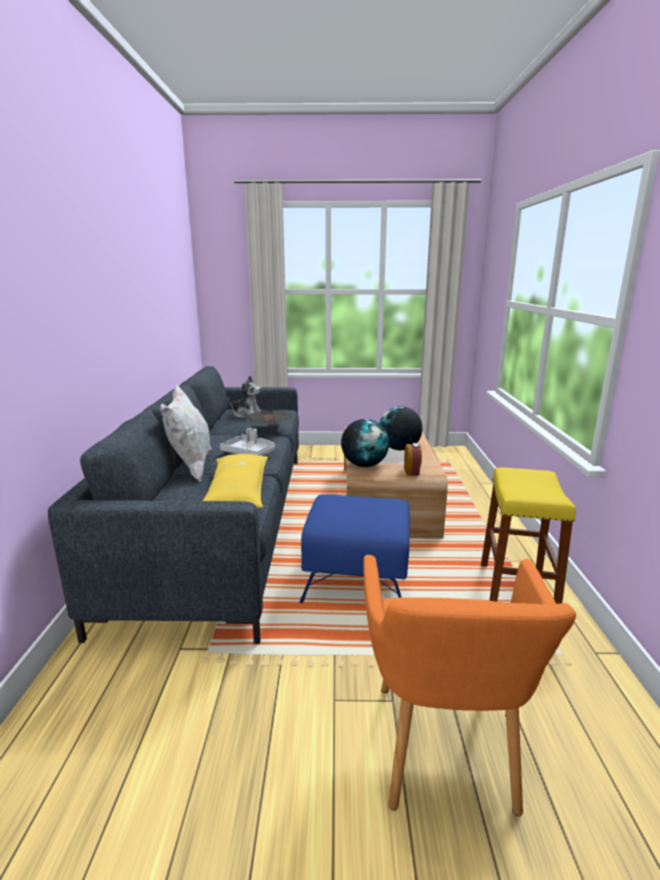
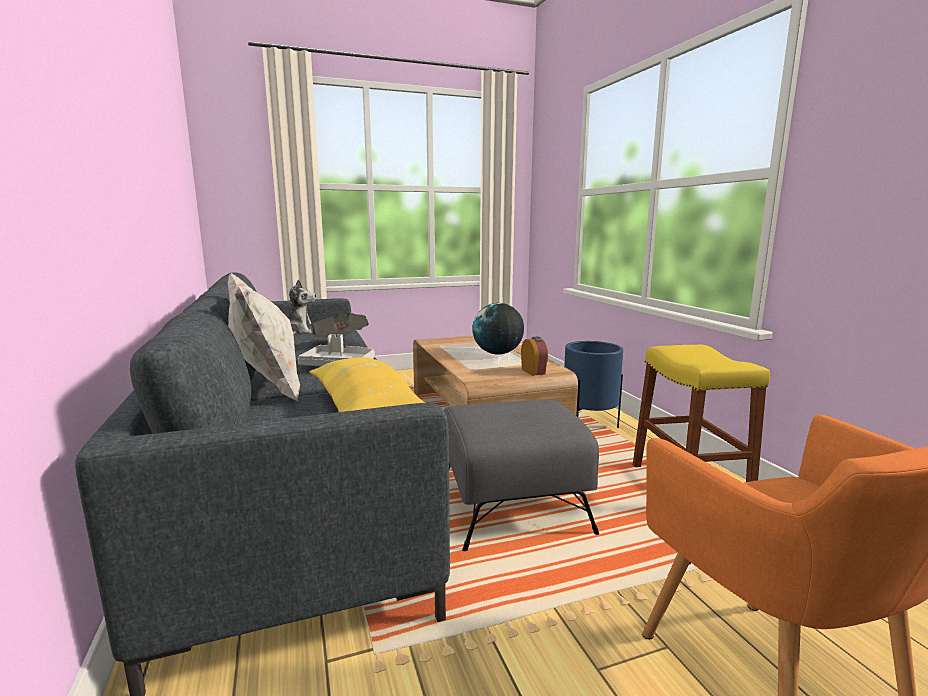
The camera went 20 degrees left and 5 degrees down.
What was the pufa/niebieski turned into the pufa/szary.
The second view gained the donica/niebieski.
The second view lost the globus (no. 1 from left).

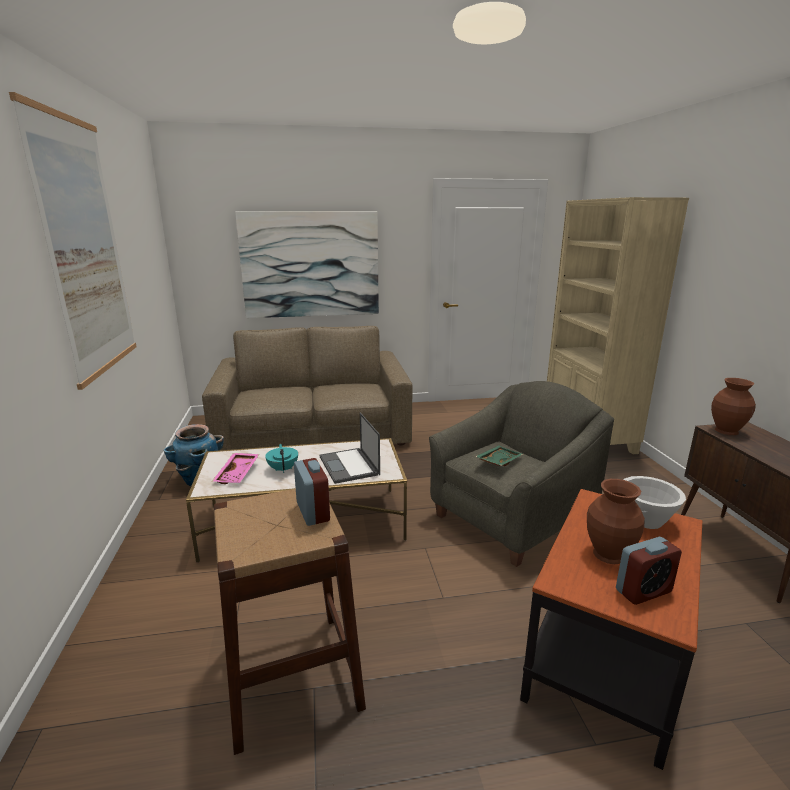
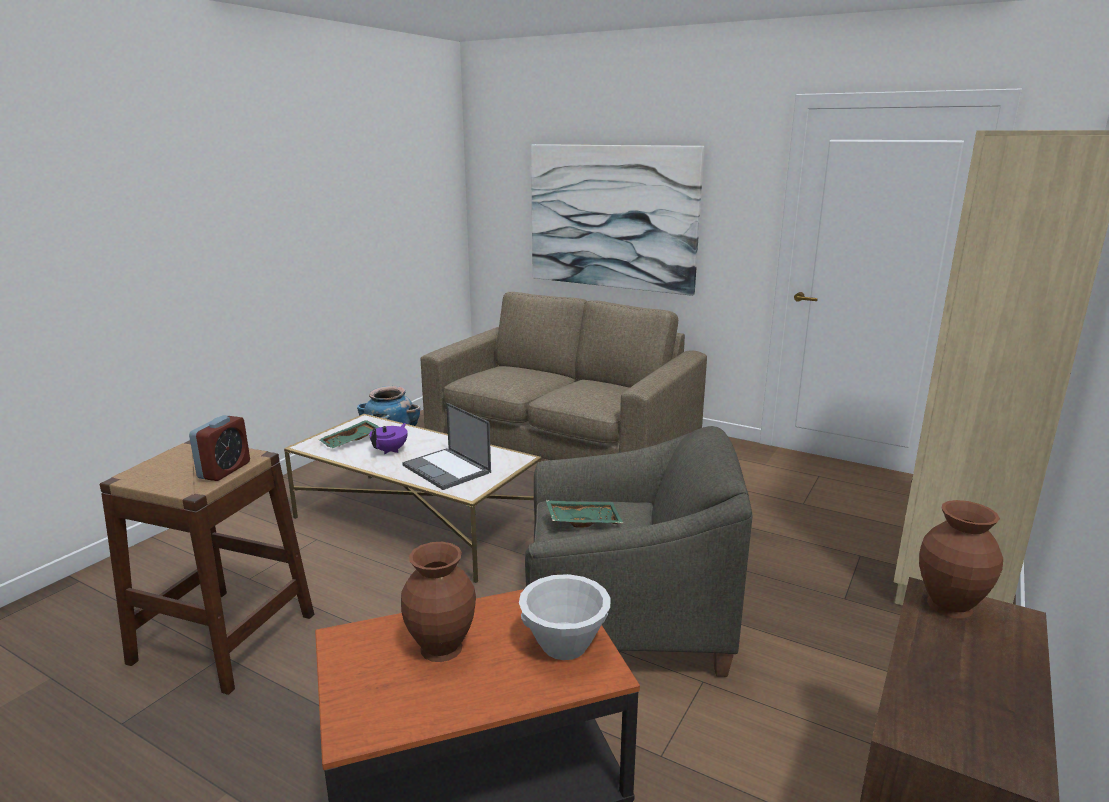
The camera went 40 degrees right and 0 degrees up.
What was the taca/różowy turned into the taca/zielony (no. 1 from left).
What was the imbryk/turkusowy turned into the imbryk/fioletowy.
The laptop ended up facing another way, 60 degrees counterclockwise from before.
The second view lost the obraz (no. 1 from left).
The second view lost the budzik (no. 2 from left).

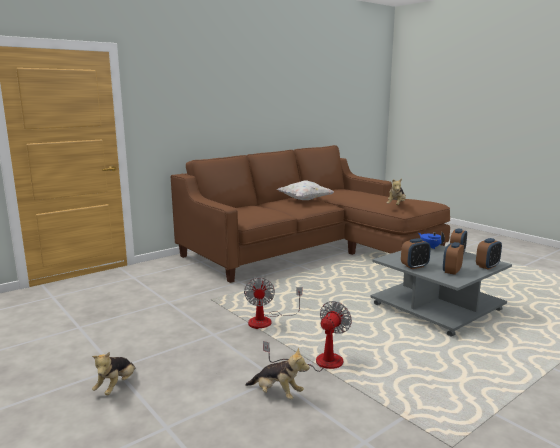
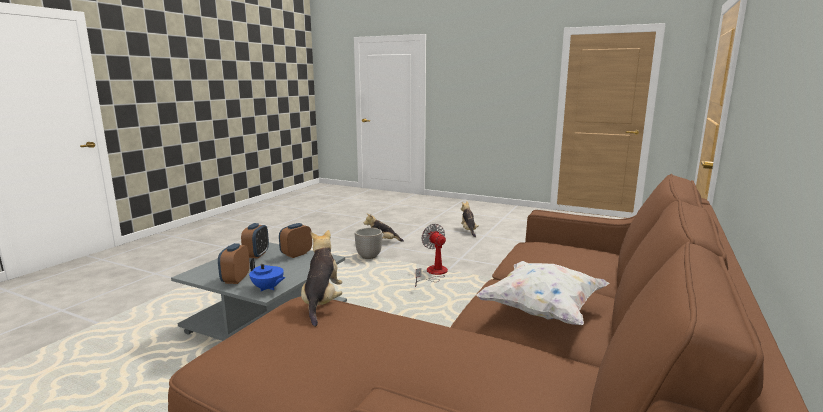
The camera went 155 degrees right and 0 degrees up.
Where the wentylator (no. 2 from left) stood, the donica came to stand.
The second view lost the budzik (no. 4 from left).

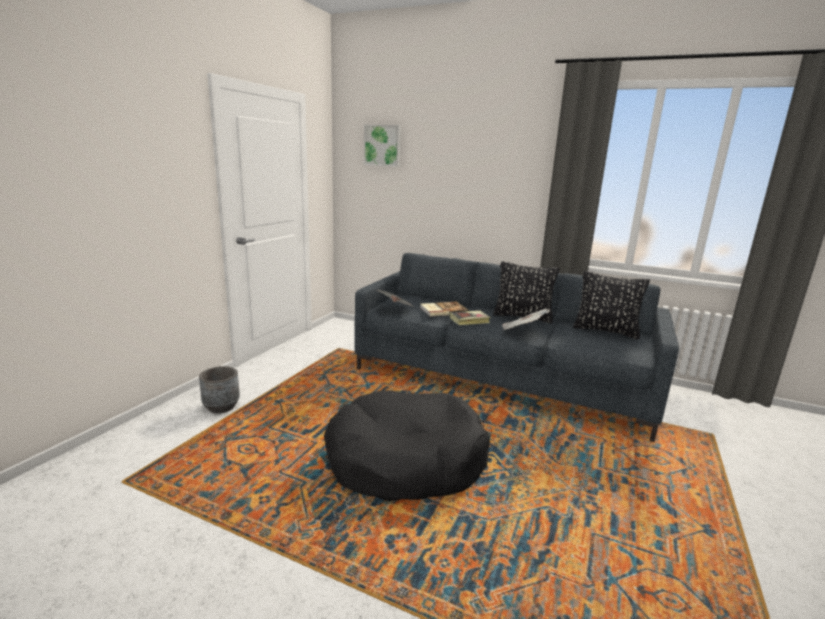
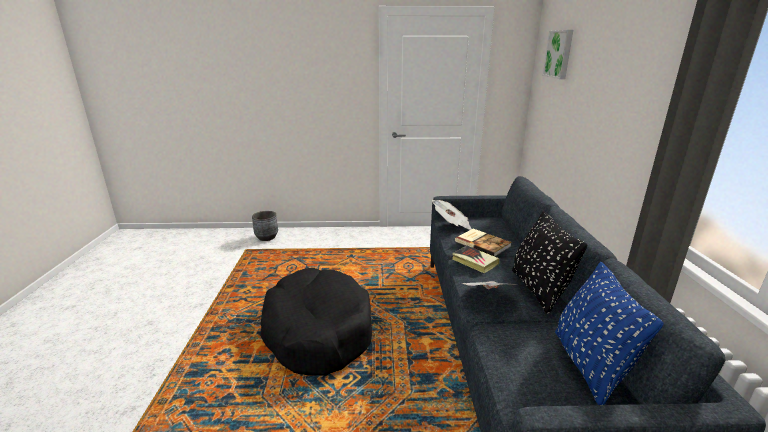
The camera went 65 degrees right and 5 degrees up.
The donica/szary ended up elsewhere.
What was the poduszka/czarny (no. 2 from left) turned into the poduszka/niebieski.

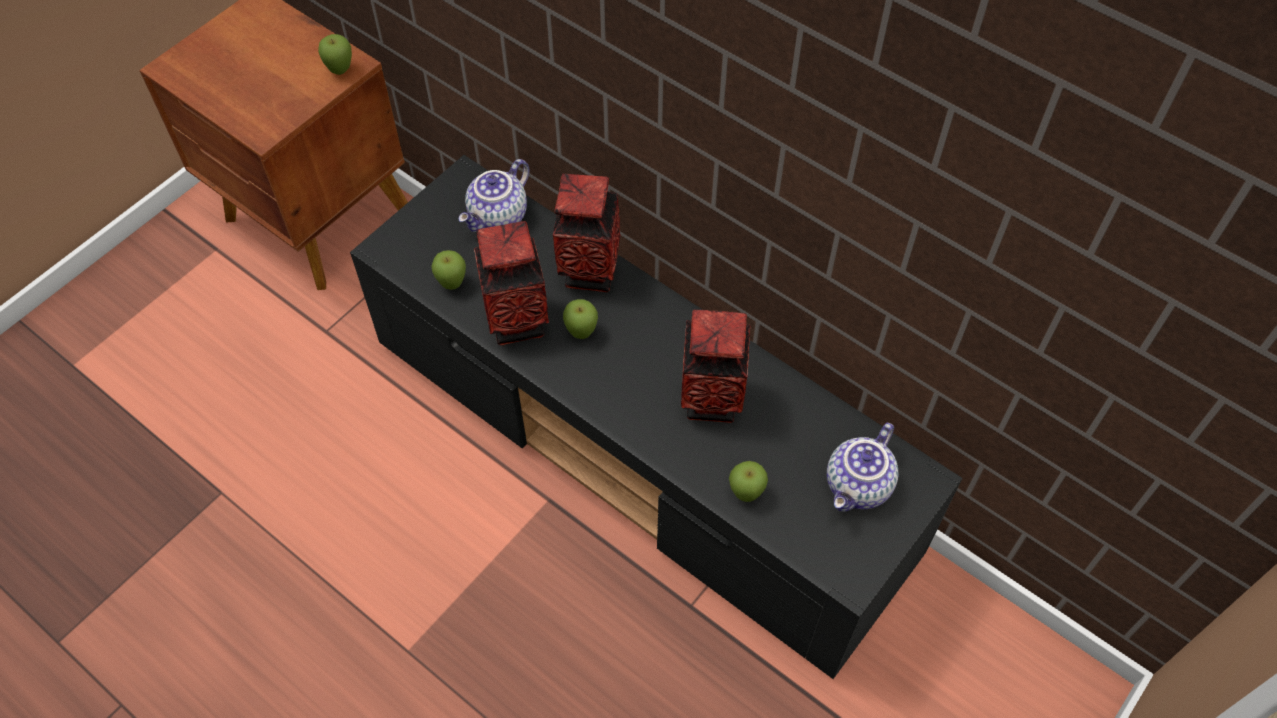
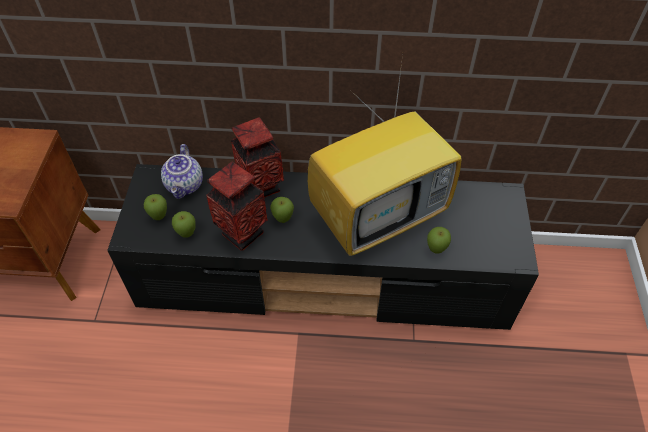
The camera went 35 degrees left and 5 degrees down.
The jabłko (no. 1 from left) ended up elsewhere.
Where the wazon (no. 3 from left) stood, the telewizor came to stand.
The second view lost the imbryk (no. 2 from left).

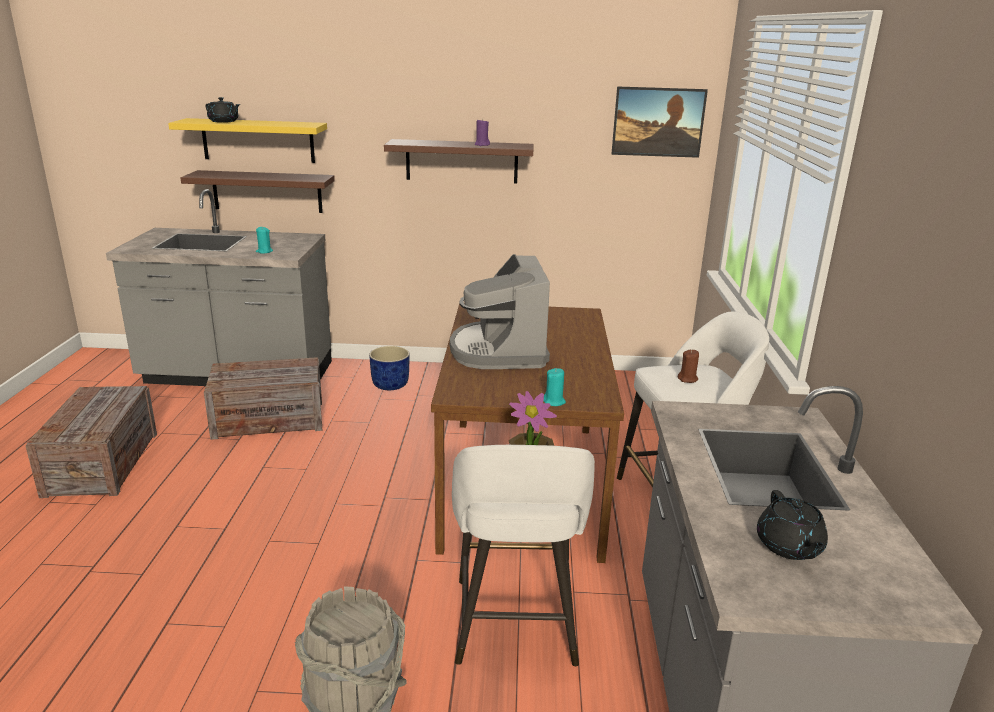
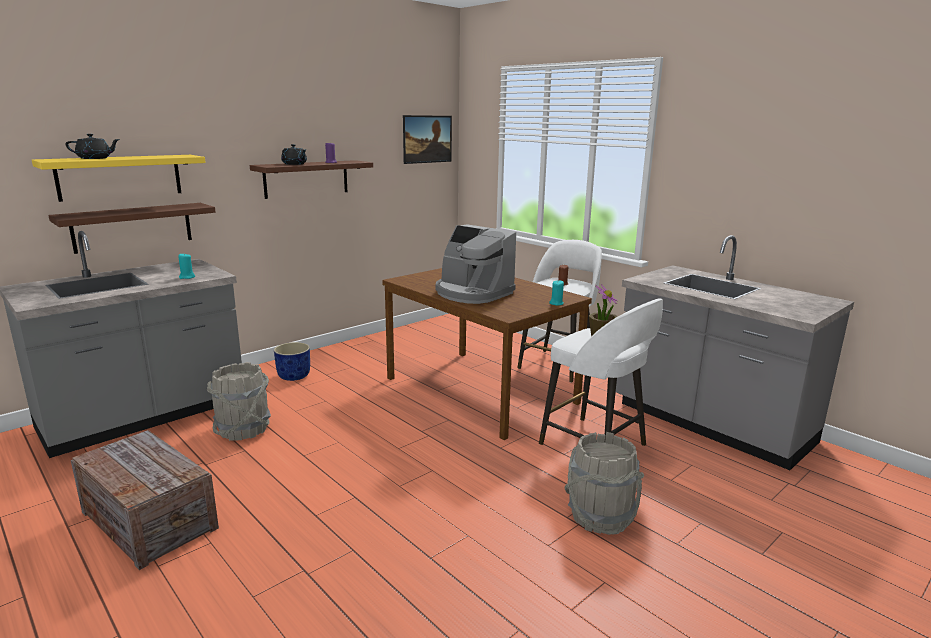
The camera went 45 degrees left and 5 degrees down.
Where the skrzynka (no. 2 from left) stood, the wiadro/szary (no. 1 from left) came to stand.
The imbryk/czarny (no. 2 from left) ended up elsewhere.

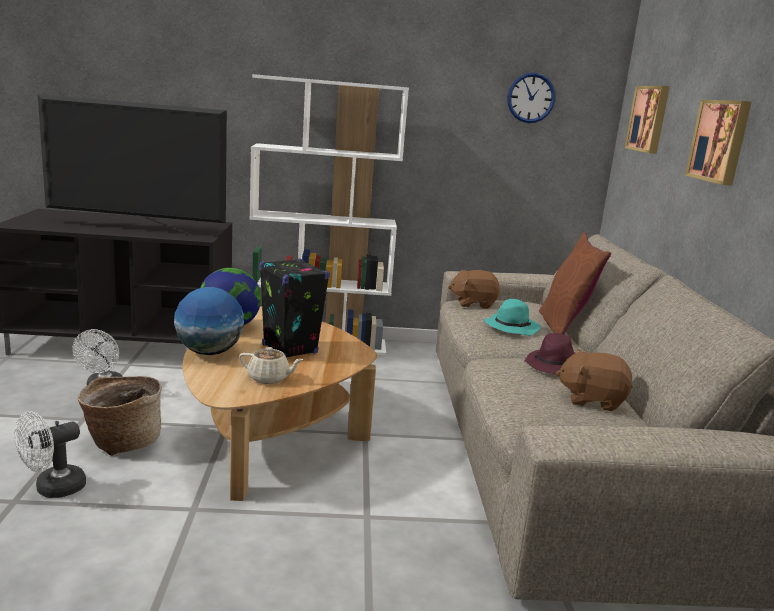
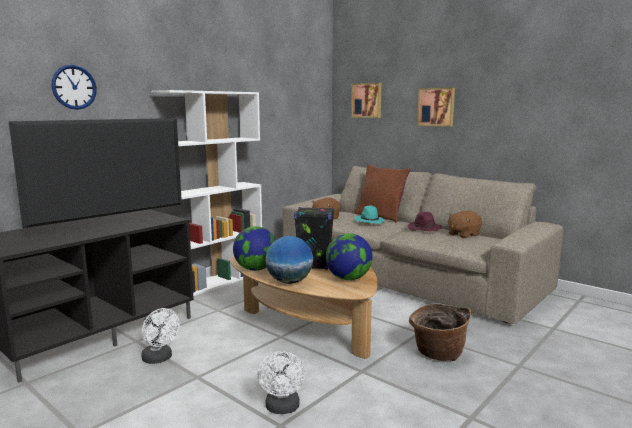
The camera went 45 degrees left and 5 degrees down.
The zegar ścienny ended up elsewhere.
Where the imbryk/beżowy stood, the globus (no. 3 from left) came to stand.
The koszyk ended up elsewhere.

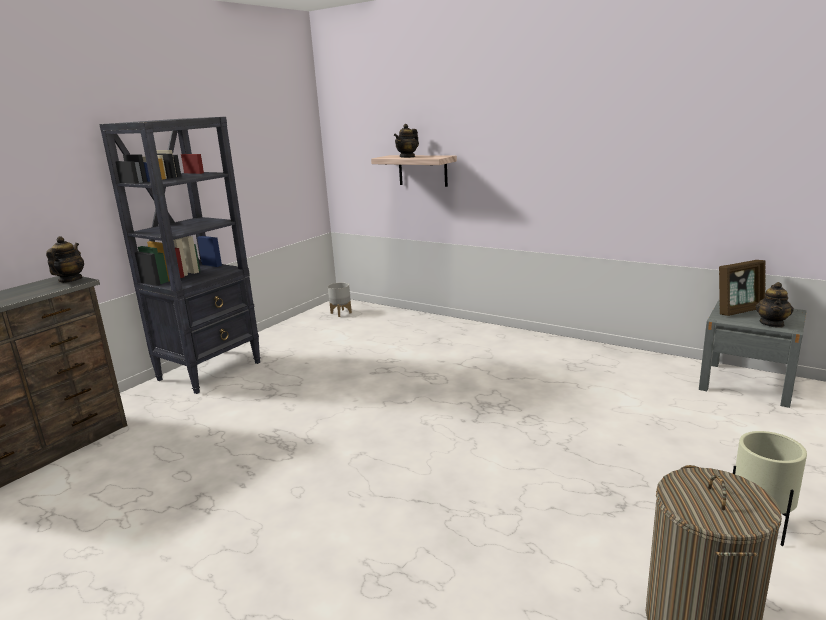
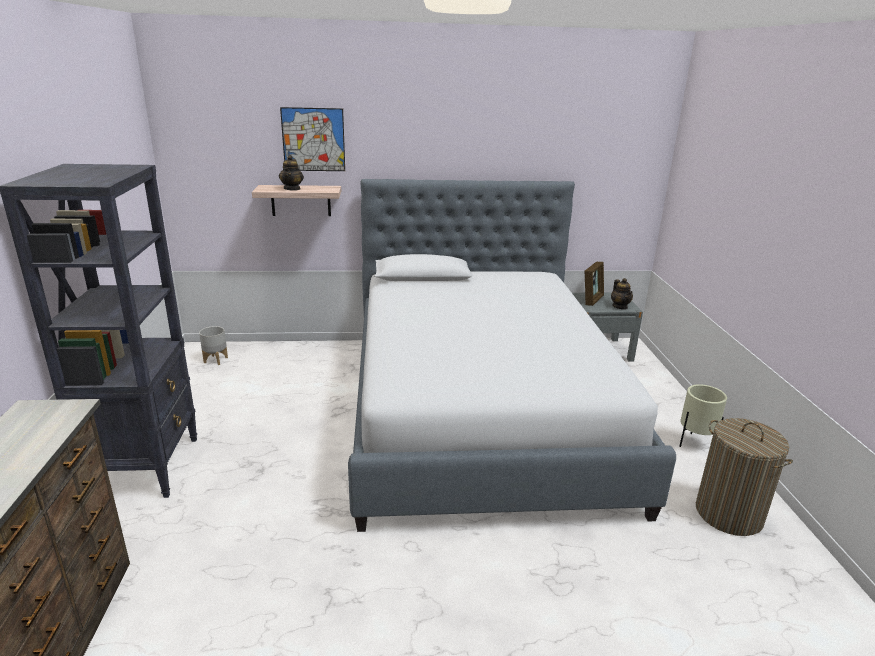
The camera went 40 degrees left and 5 degrees up.
The second view gained the obraz.
The second view gained the łóżko.
The second view lost the imbryk (no. 1 from left).

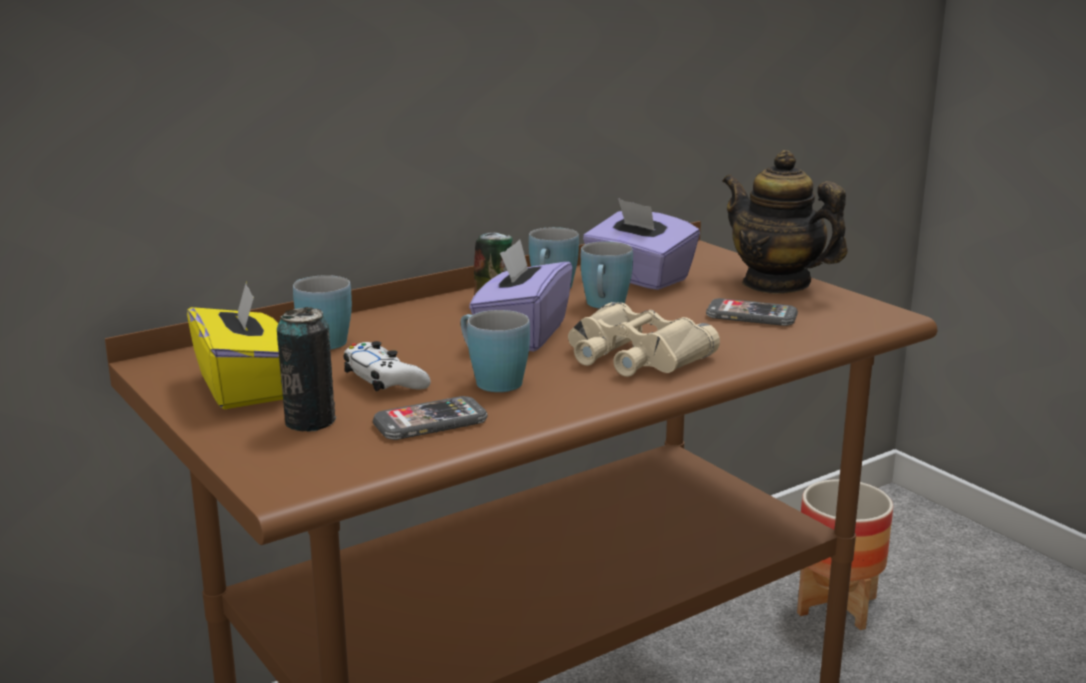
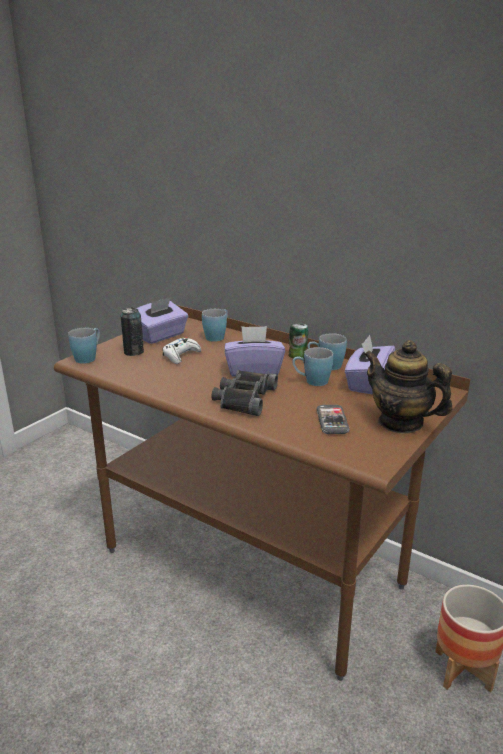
The camera went 70 degrees right and 5 degrees up.
The kubek/niebieski (no. 2 from left in the first image) ended up elsewhere.
What was the pudełko chusteczek/żółty turned into the pudełko chusteczek/fioletowy (no. 1 from left).
What was the lornetka/beżowy turned into the lornetka/czarny.
The imbryk ended up facing another way, 75 degrees counterclockwise from before.
The second view lost the telefon (no. 1 from left).

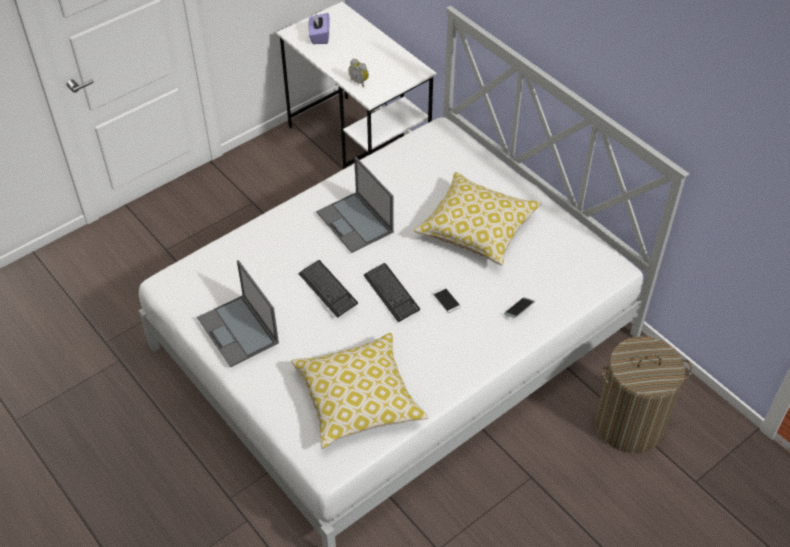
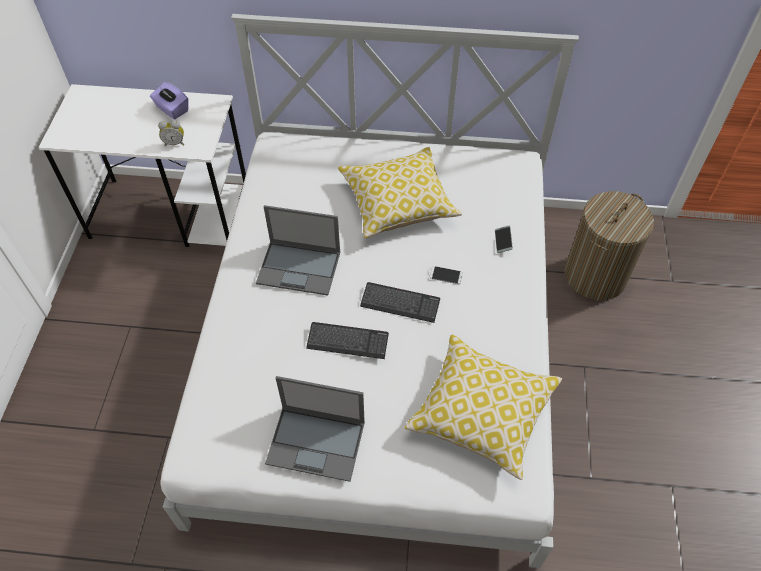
The camera went 45 degrees left and 5 degrees up.
The pudełko chusteczek/fioletowy ended up elsewhere.

